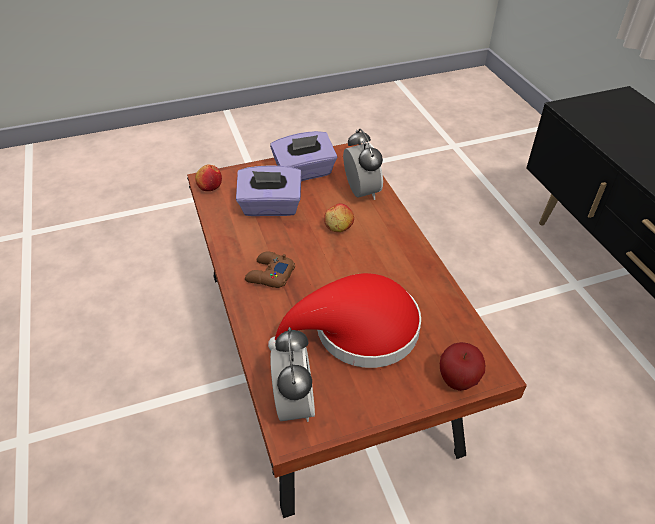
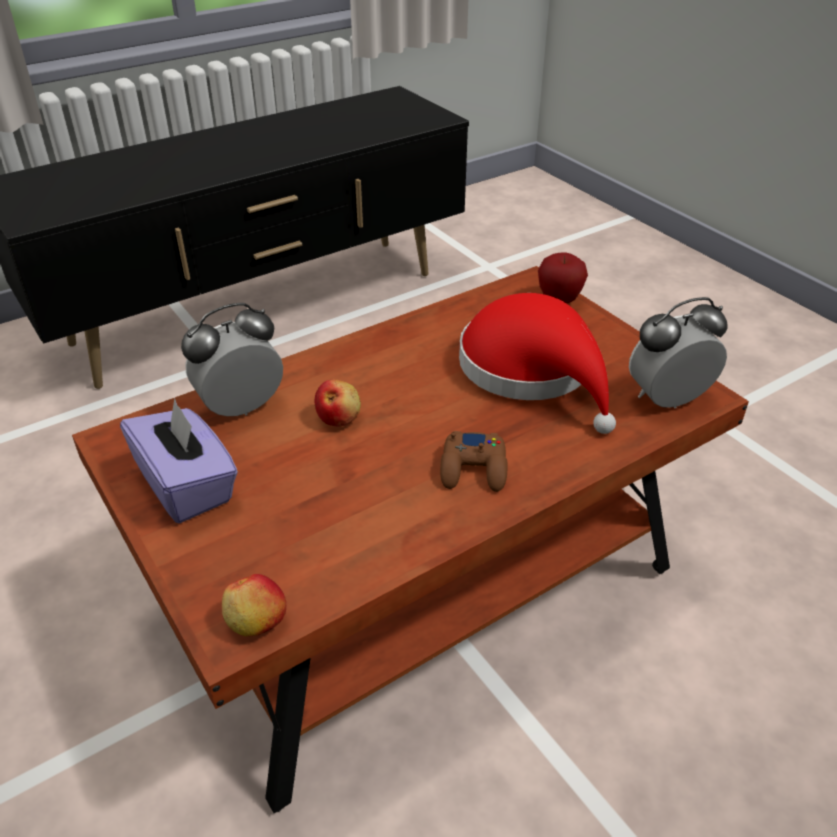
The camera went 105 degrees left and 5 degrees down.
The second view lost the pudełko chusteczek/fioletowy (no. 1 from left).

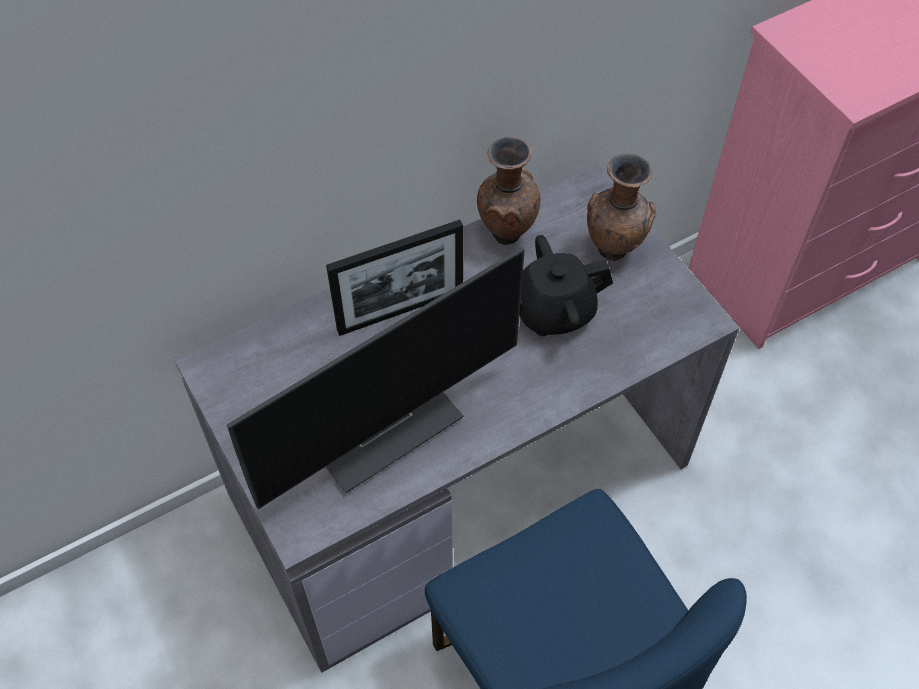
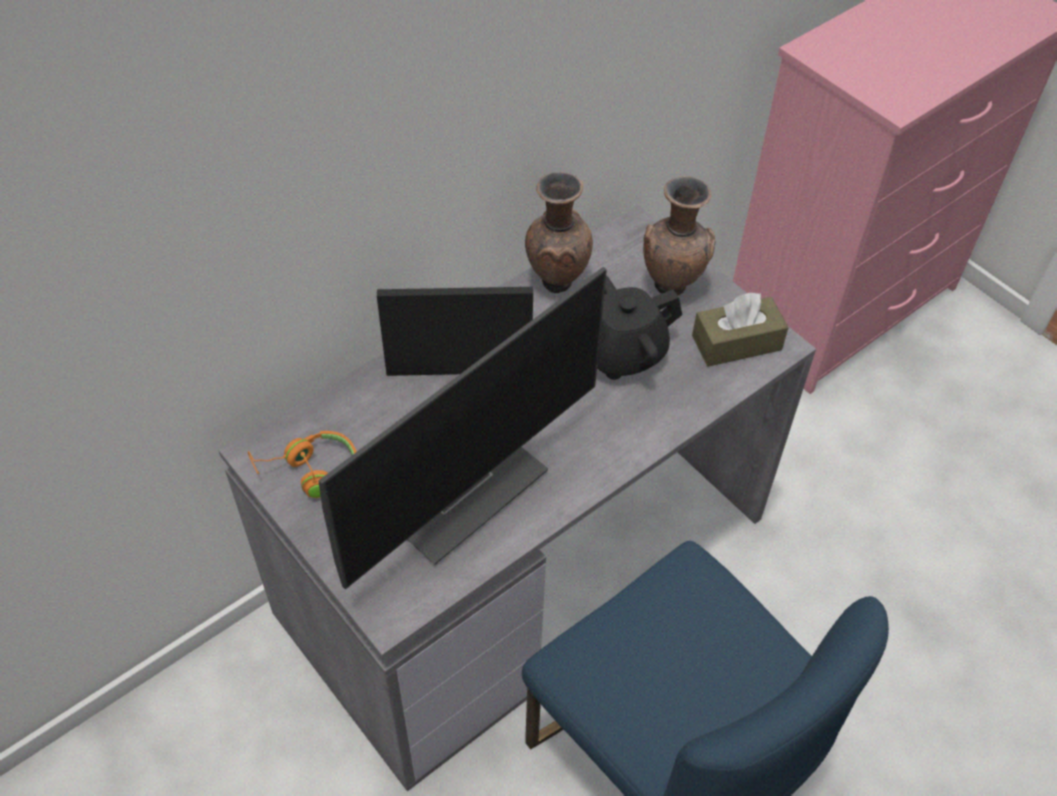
The camera went 10 degrees left and 5 degrees down.
The second view gained the słuchawki/pomarańczowy.
The ramka na zdjęcie ended up facing another way, 150 degrees counterclockwise from before.
The second view gained the pudełko chusteczek/brązowy.

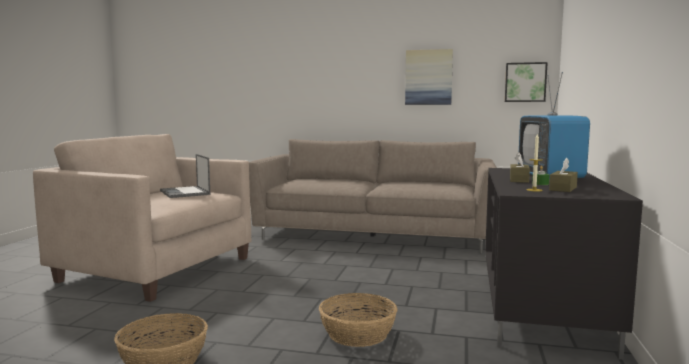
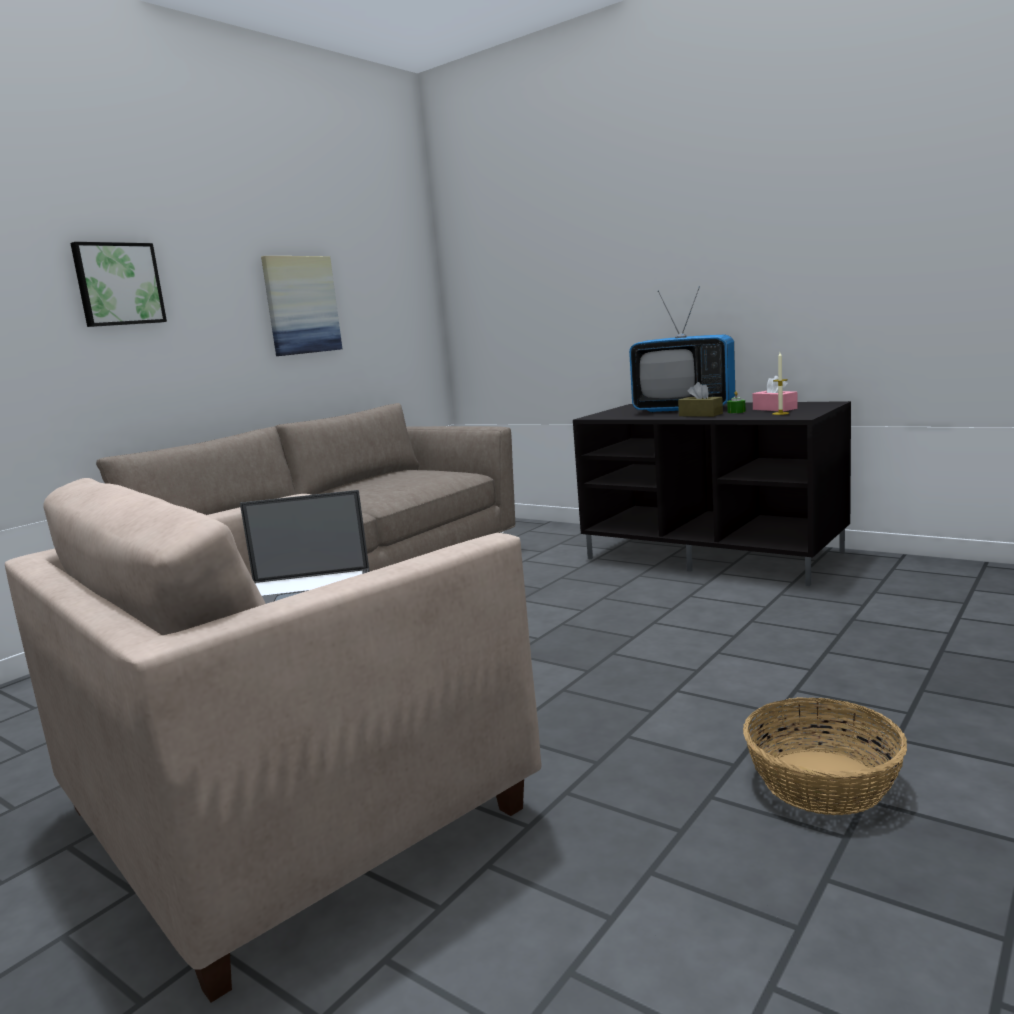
The camera went 65 degrees left and 5 degrees up.
The obraz (no. 2 from left in the first image) ended up elsewhere.
What was the pudełko chusteczek/brązowy (no. 2 from left) turned into the pudełko chusteczek/różowy.
The second view lost the koszyk (no. 2 from left).

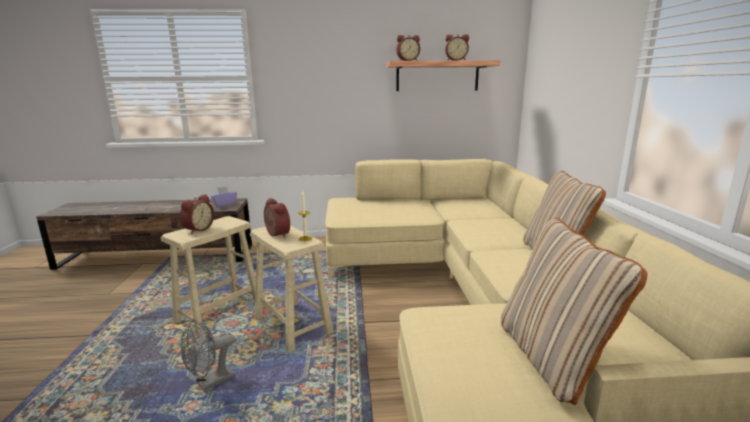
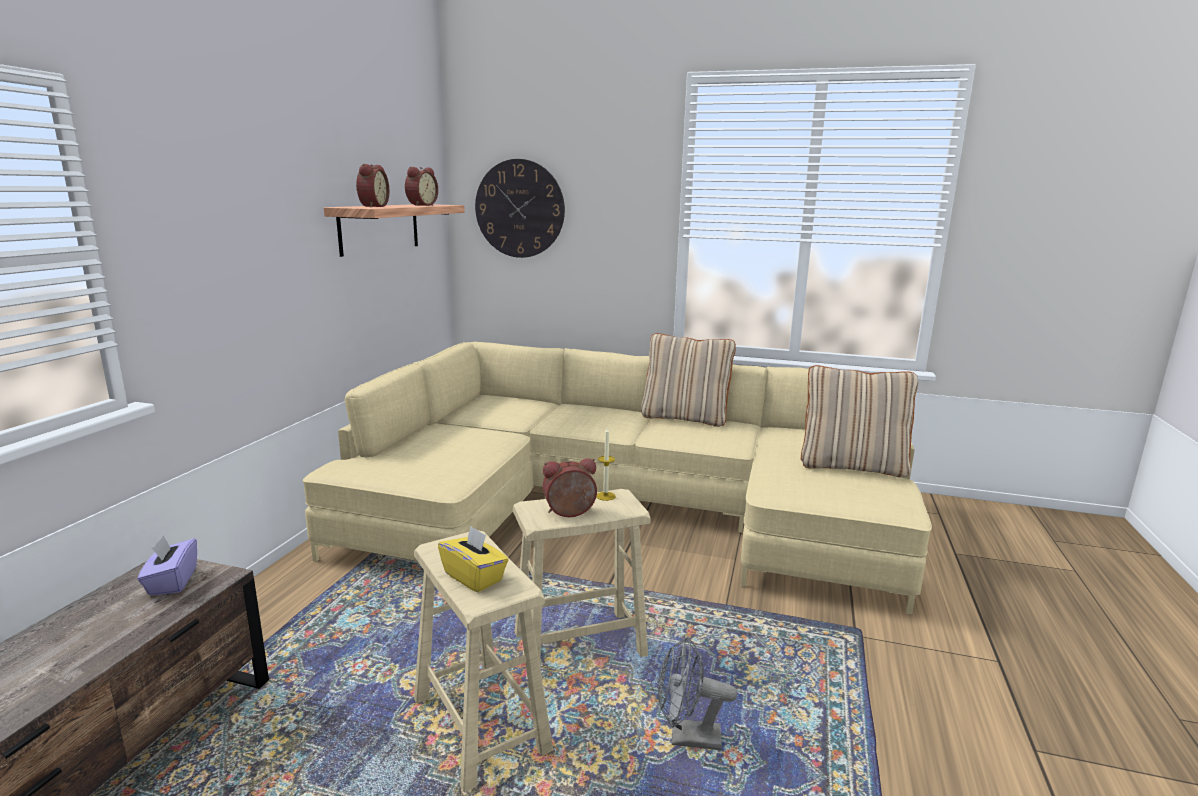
The camera went 70 degrees left and 0 degrees up.
Where the budzik (no. 1 from left) stood, the pudełko chusteczek/żółty came to stand.
The second view gained the zegar ścienny.
The wentylator/szary ended up facing another way, 120 degrees clockwise from before.

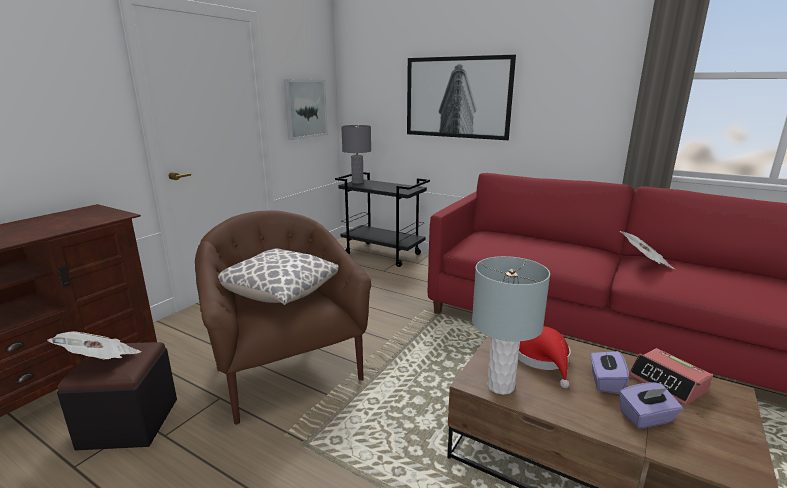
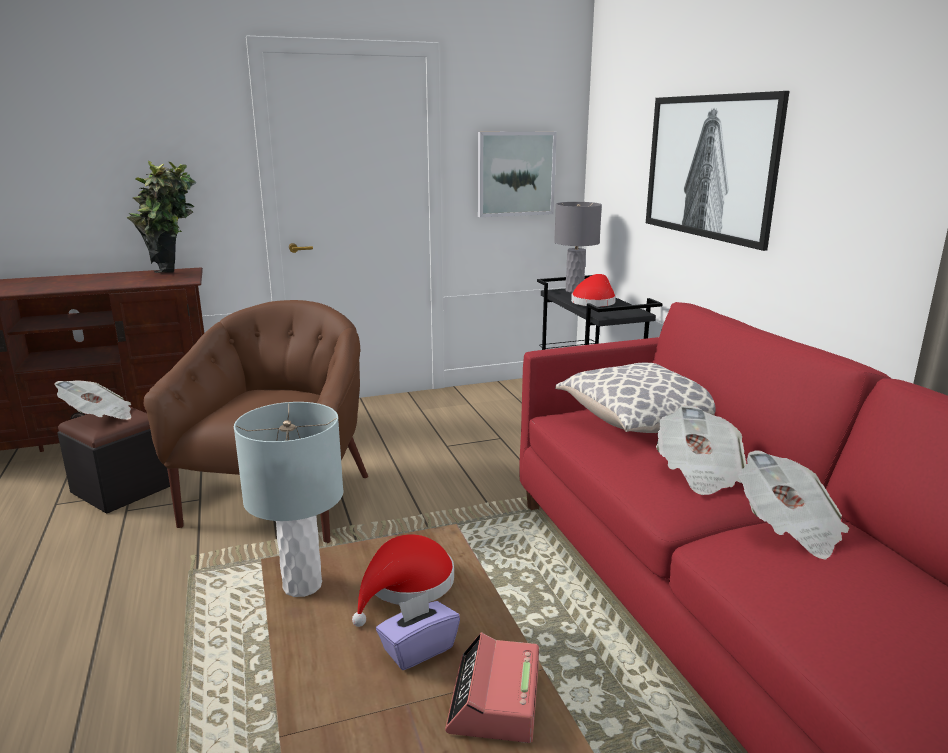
The camera went 40 degrees right and 0 degrees up.
The second view gained the roślina doniczkowa.
The poduszka ended up elsewhere.
The second view gained the kapelusz/czerwony (no. 2 from left).
The second view gained the gazeta (no. 2 from left).
The second view lost the pudełko chusteczek/fioletowy (no. 2 from left).

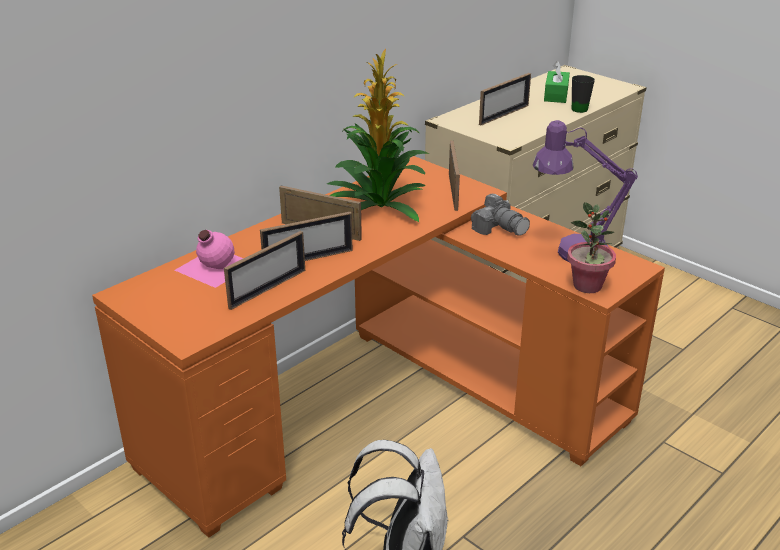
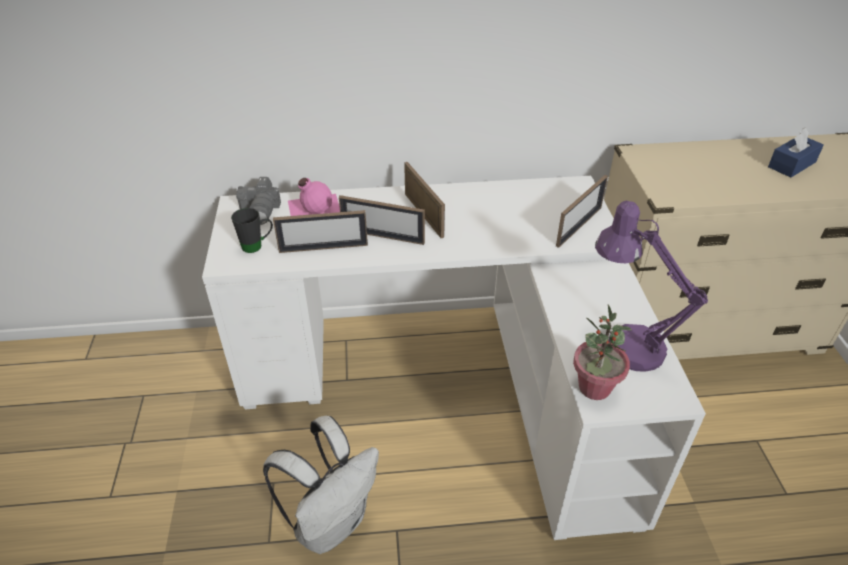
The camera went 40 degrees right and 10 degrees up.
What was the biurko/pomarańczowy turned into the biurko/biały.
The kubek/czarny ended up elsewhere.
The aparat fotograficzny ended up elsewhere.
What was the pudełko chusteczek/zielony turned into the pudełko chusteczek/niebieski.
The second view lost the roślina doniczkowa (no. 1 from left).
The second view lost the ramka na zdjęcie (no. 5 from left).

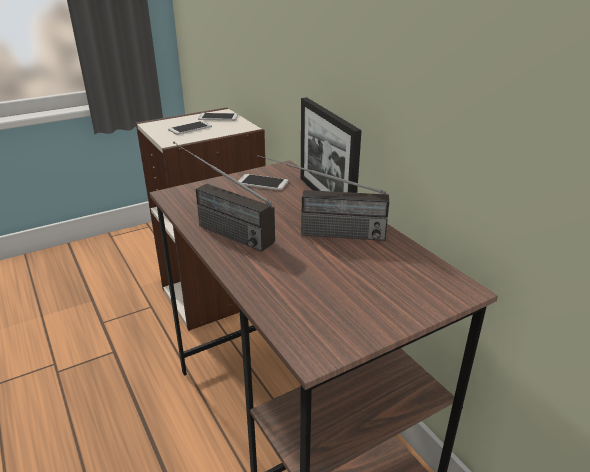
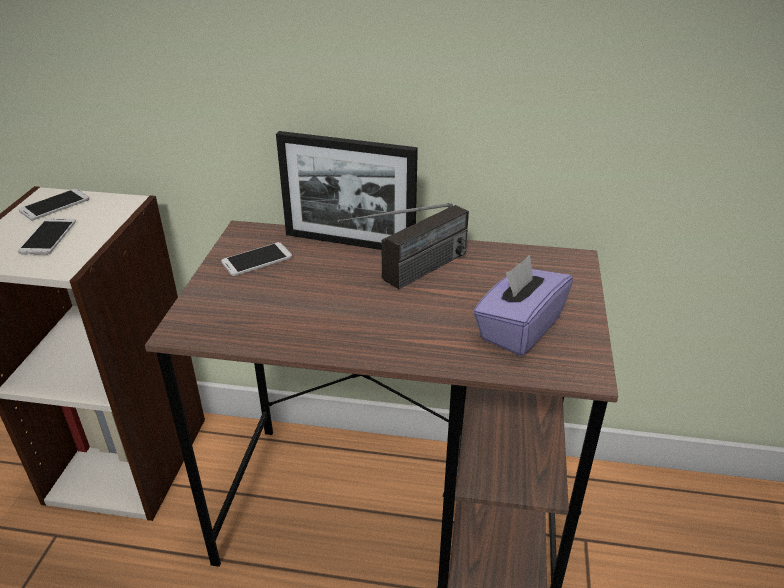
The camera went 50 degrees left and 5 degrees up.
The second view gained the pudełko chusteczek/fioletowy.
The second view lost the radio (no. 1 from left).

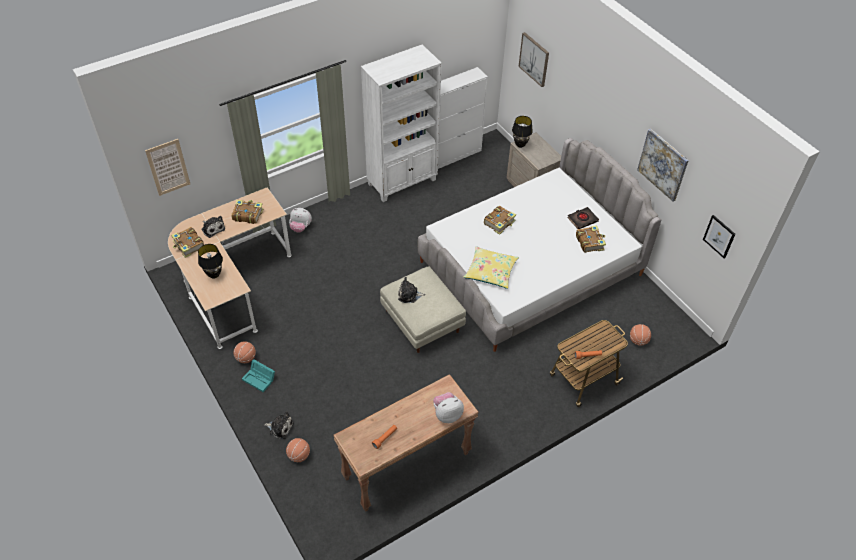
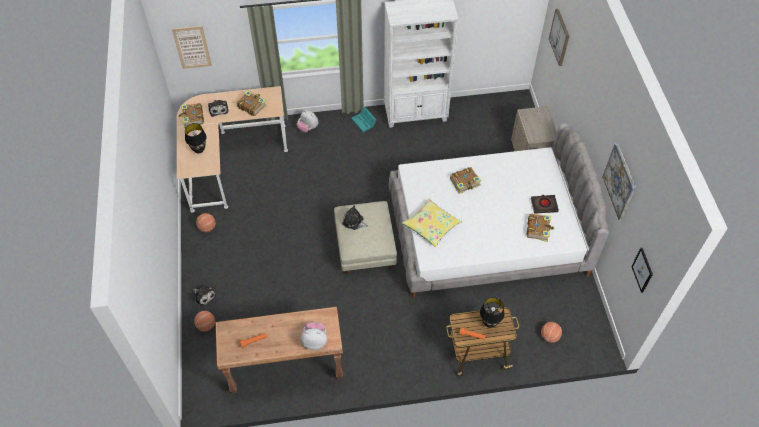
The camera went 25 degrees right and 5 degrees up.
The pojemnik do przechowywania/turkusowy ended up elsewhere.
The lampa stołowa/czarny (no. 2 from left) ended up elsewhere.
The second view lost the szafka/biały.

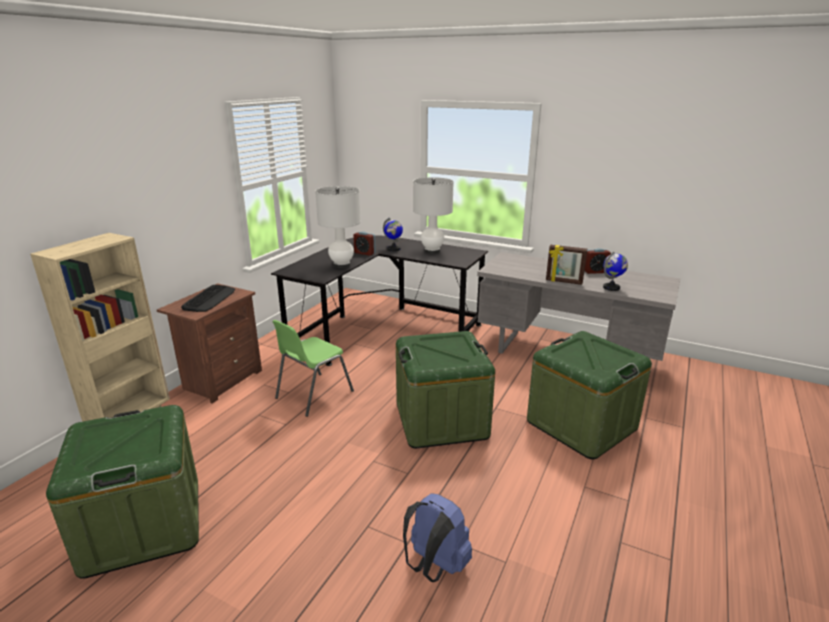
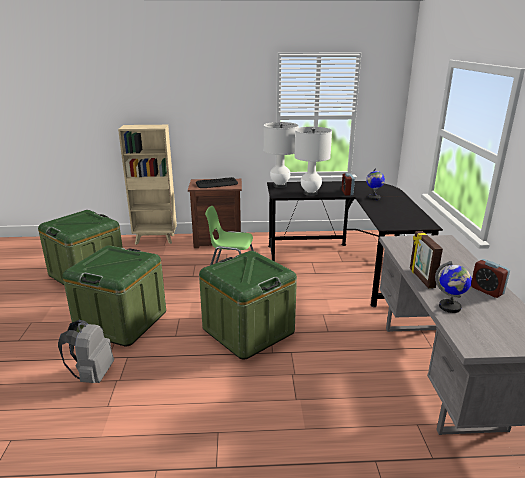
The camera went 60 degrees right and 0 degrees up.
What was the plecak/niebieski turned into the plecak/szary.
The pojemnik do przechowywania/zielony (no. 3 from left in the first image) ended up elsewhere.
The lampa stołowa/biały (no. 2 from left in the first image) ended up elsewhere.

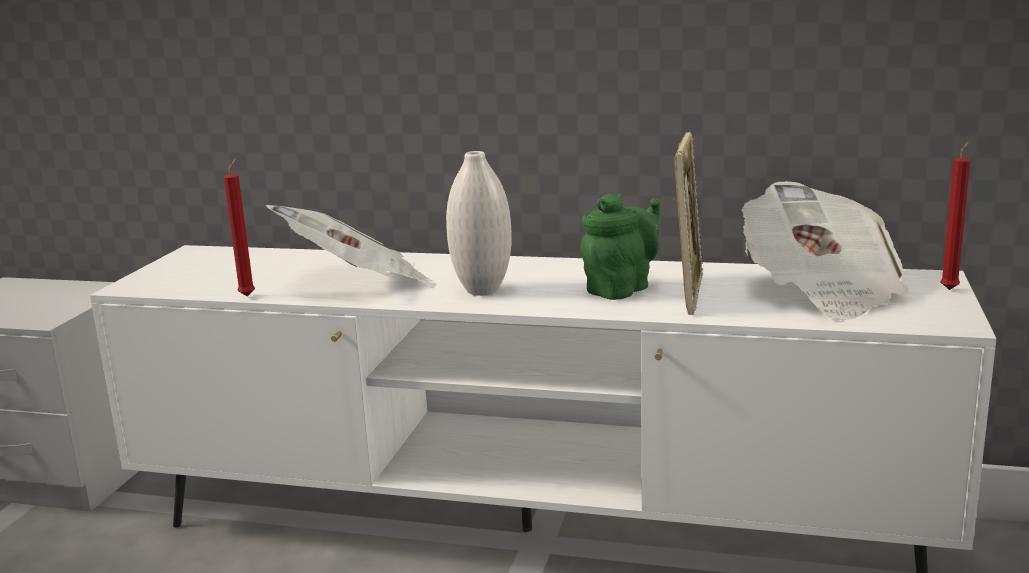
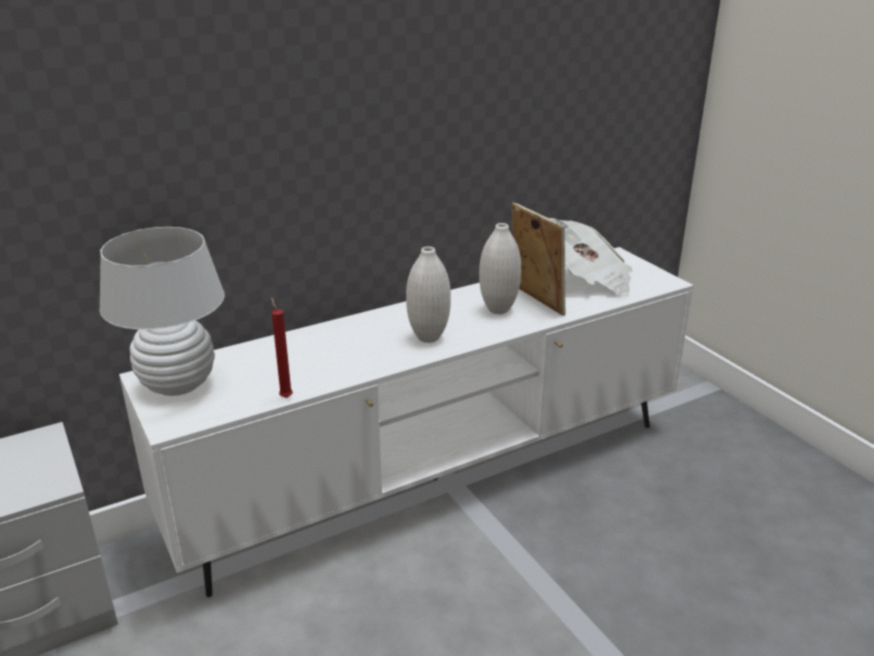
The camera went 45 degrees left and 10 degrees up.
The second view gained the lampa stołowa/biały.
Where the imbryk/zielony stood, the wazon/biały (no. 2 from left) came to stand.
The second view lost the gazeta (no. 1 from left).
The second view lost the świeca/czerwony (no. 2 from left).

